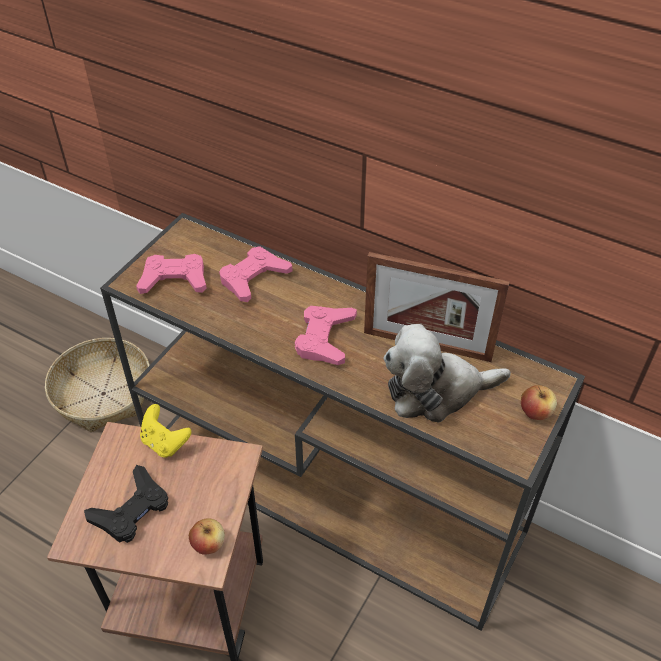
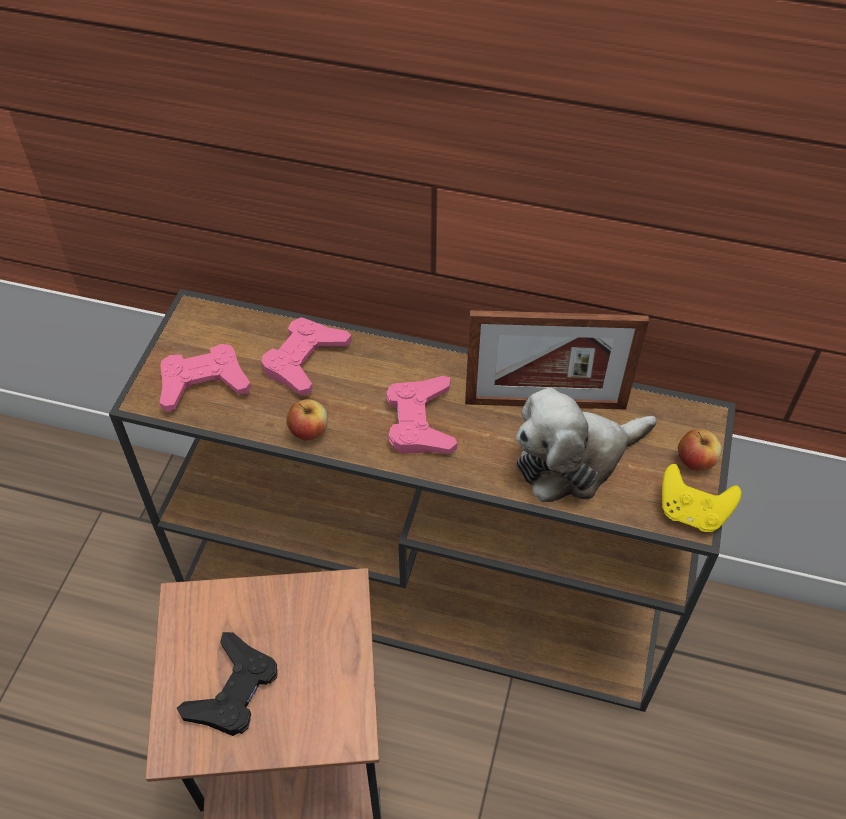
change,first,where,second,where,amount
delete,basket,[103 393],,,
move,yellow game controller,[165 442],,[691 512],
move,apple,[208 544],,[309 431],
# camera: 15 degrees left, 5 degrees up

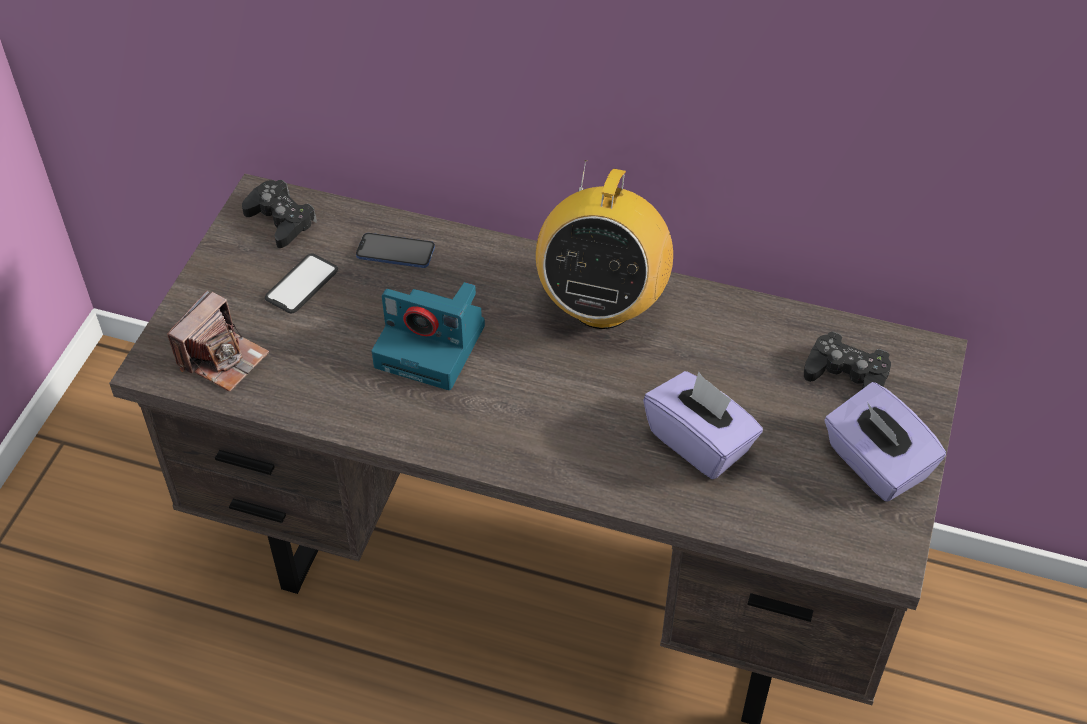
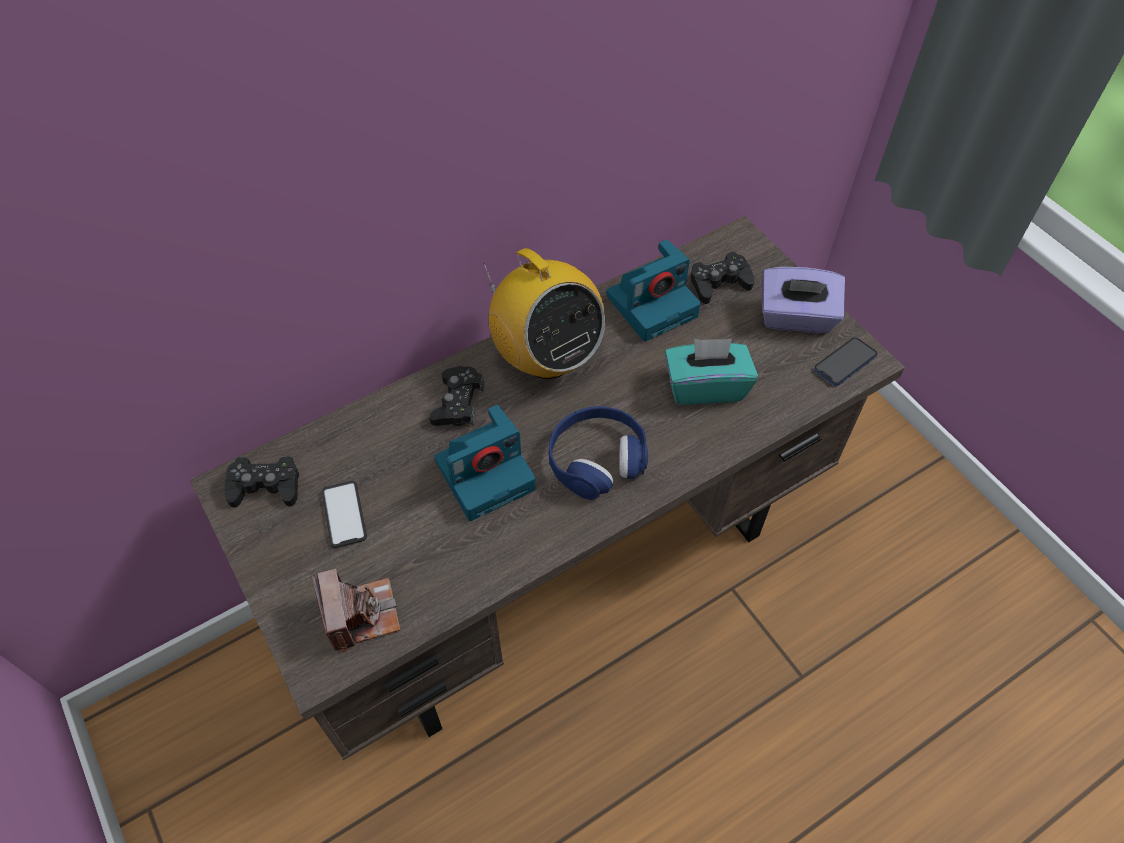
change,first,where,second,where,amount
move,phone,[395 252],,[845 362],
recolor,purple tissue box,[700 442],turquoise tissue box,[705 386],
insert,,,black game controller,[458 403],
insert,,,blue headphones,[596 458],
insert,,,photo camera,[653 304],
# camera: 50 degrees left, 5 degrees up

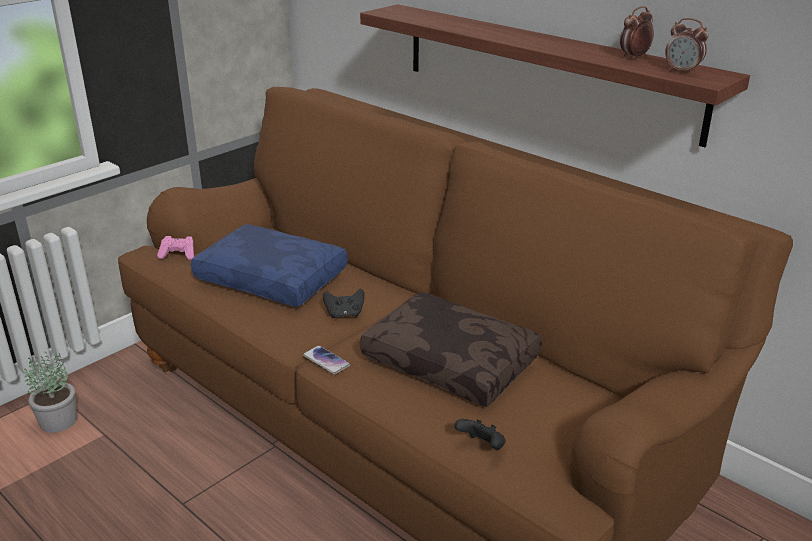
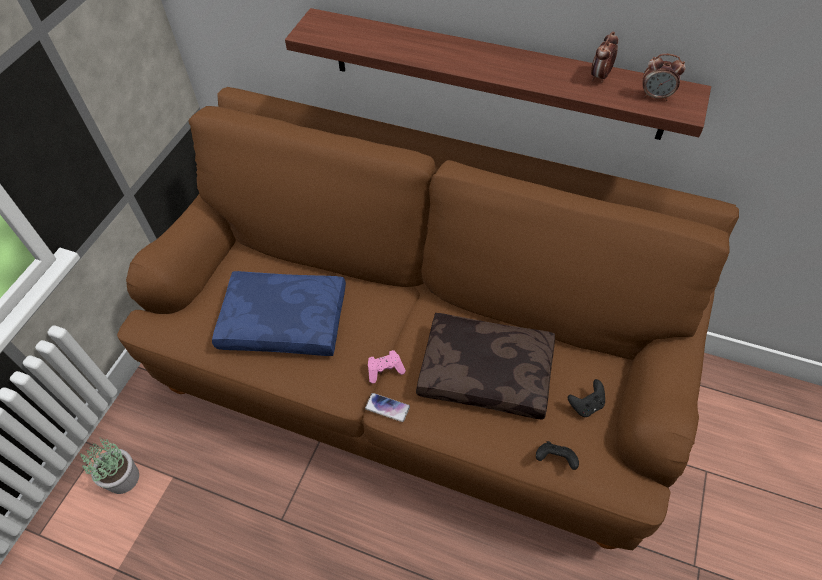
change,first,where,second,where,amount
move,pink game controller,[178 255],,[385 370],
move,black game controller,[344 314],,[586 405],
# camera: 20 degrees left, 25 degrees up

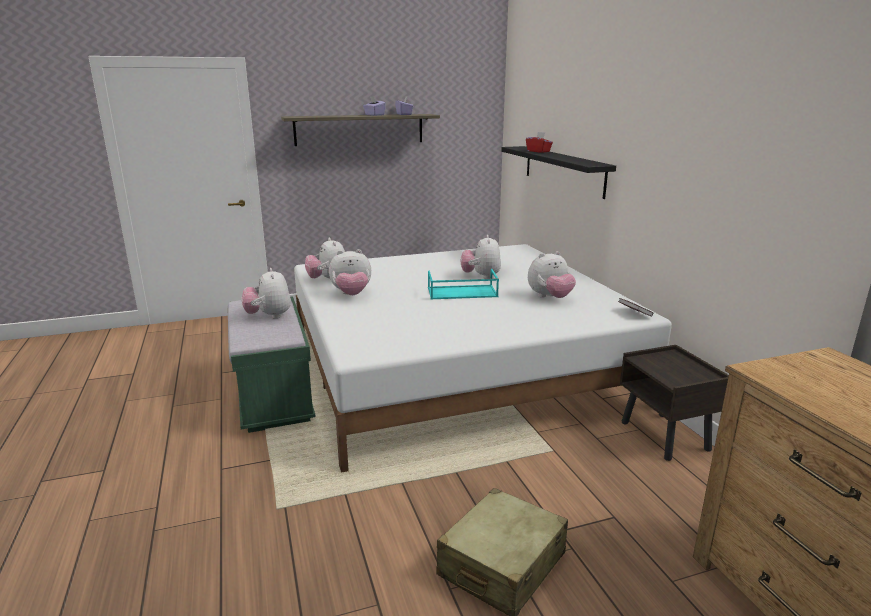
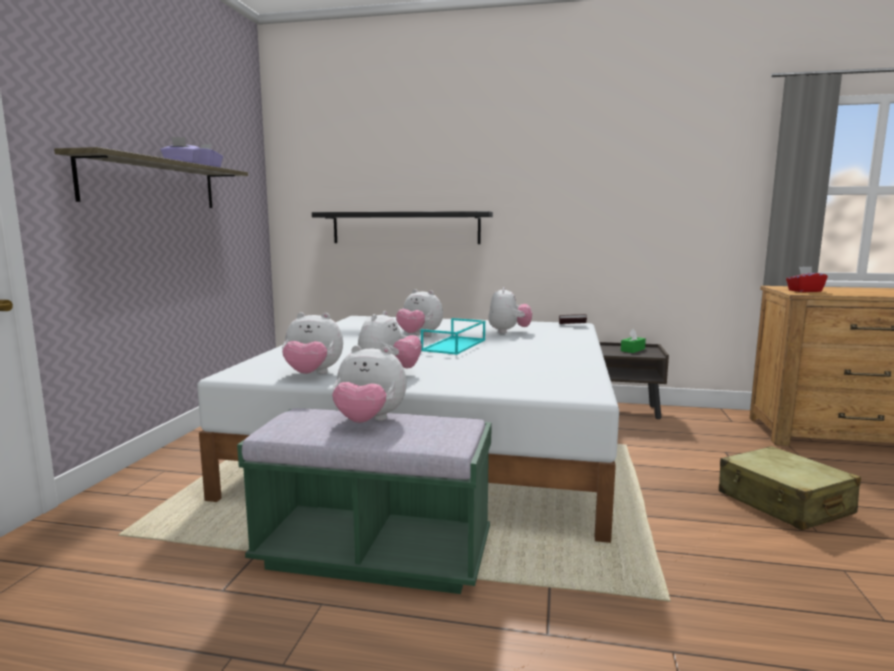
change,first,where,second,where,amount
move,red tissue box,[538 151],,[804 291],
insert,,,green tissue box,[632 350],
# camera: 60 degrees left, 10 degrees down

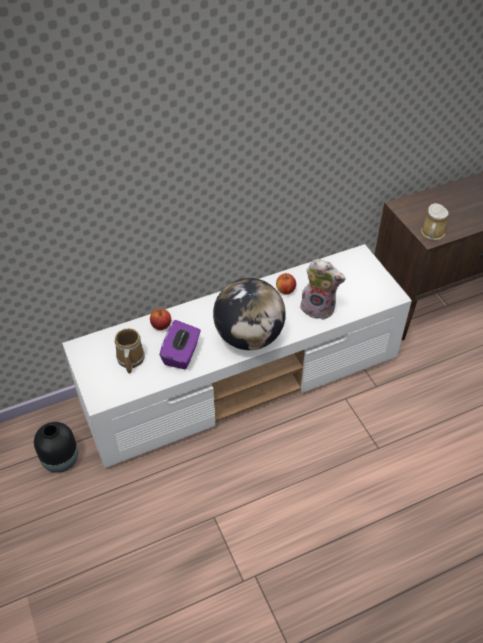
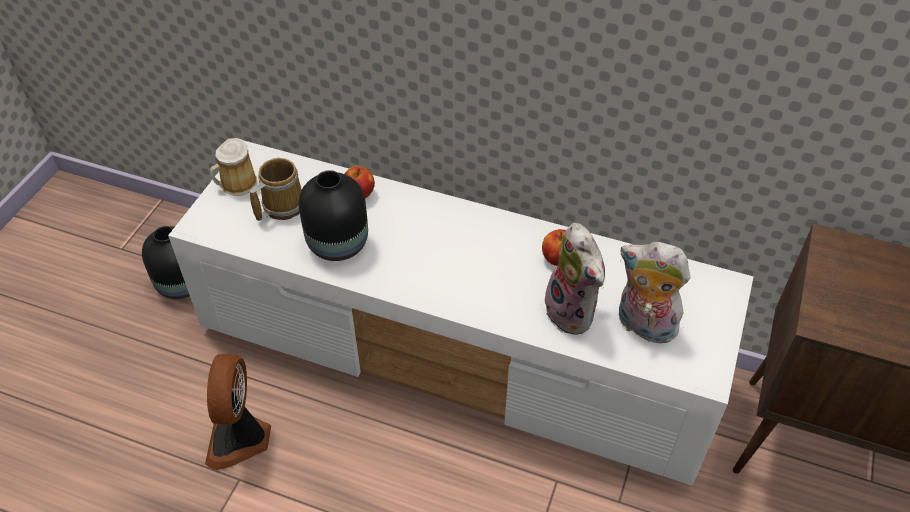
change,first,where,second,where,amount
replace,purple tissue box,[181 354],black vase,[338 242],
delete,globe,[249 337],,,
move,mug,[432 234],,[236 184],
insert,,,fan,[240 438],
insert,,,plush toy,[643 326],
# camera: 45 degrees right, 0 degrees up

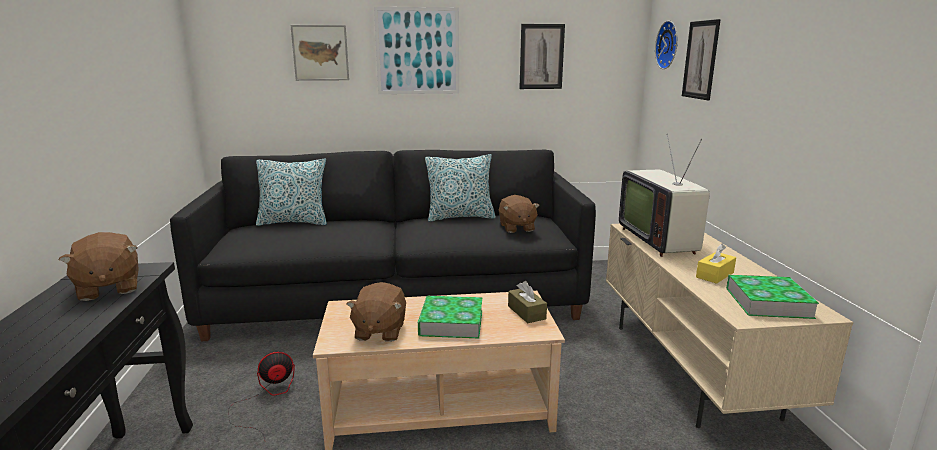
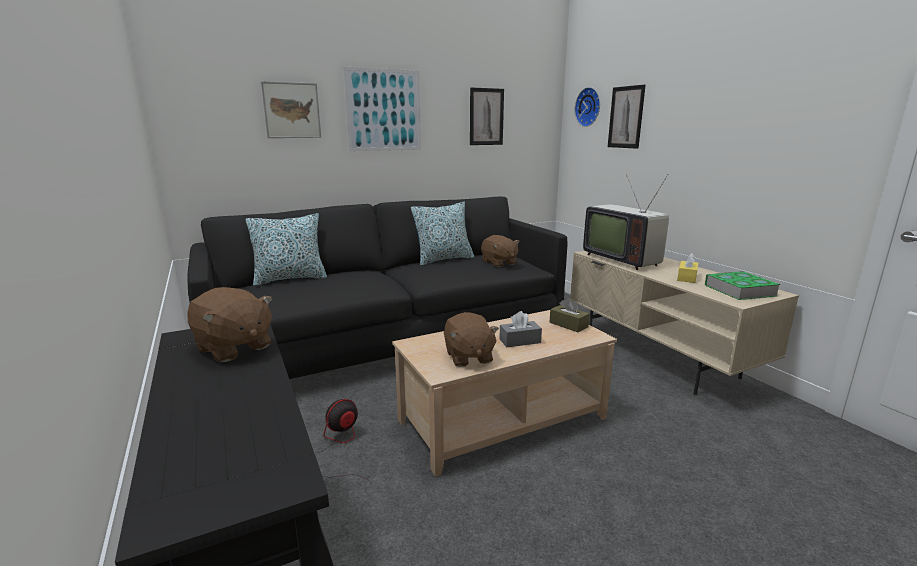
change,first,where,second,where,amount
replace,book,[451 322],grey tissue box,[520 341],
# camera: 20 degrees left, 0 degrees up

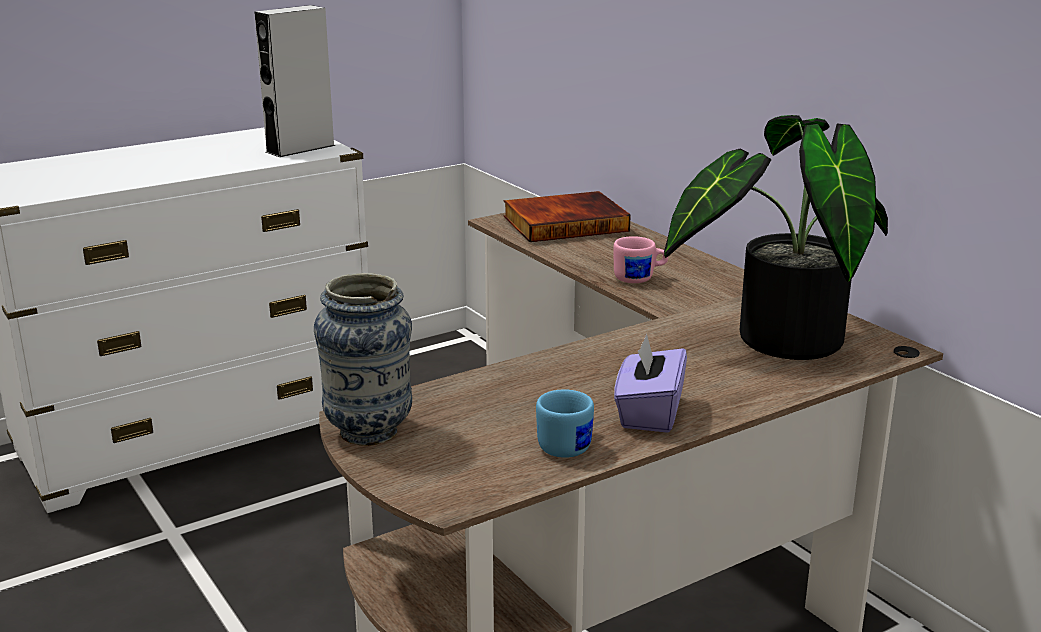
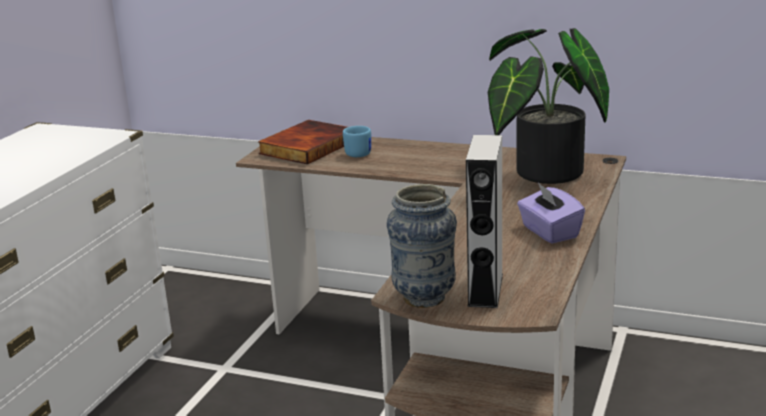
change,first,where,second,where,amount
move,grey speaker,[300 148],,[485 289],
move,blue mug,[569 445],,[358 153],
delete,pink mug,[640 279],,,
# camera: 35 degrees left, 0 degrees up

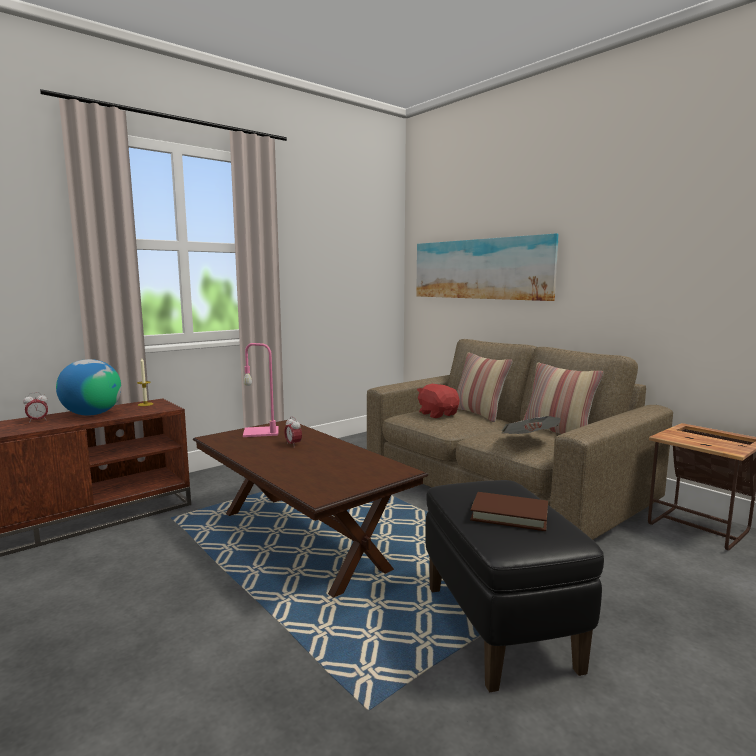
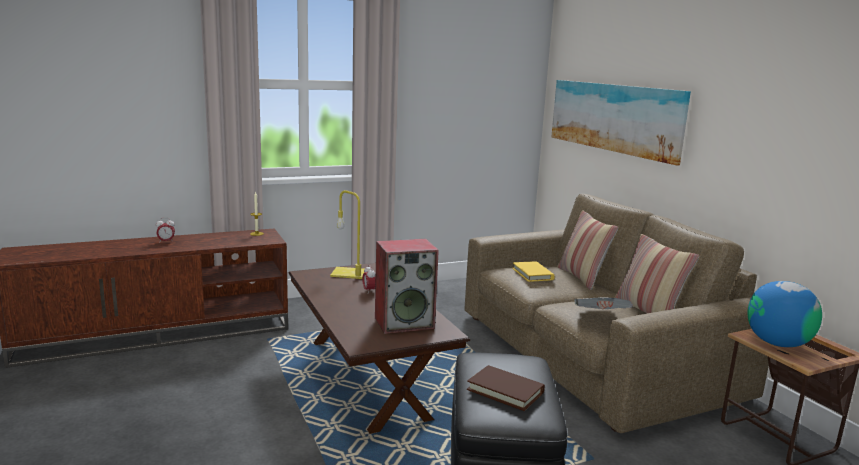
change,first,where,second,where,amount
move,globe,[92 414],,[777 343],
recolor,pink table lamp,[262 432],yellow table lamp,[350 273],
replace,red plush toy,[438 414],yellow book,[532 274],
insert,,,speaker,[404 323],
# camera: 15 degrees right, 5 degrees up

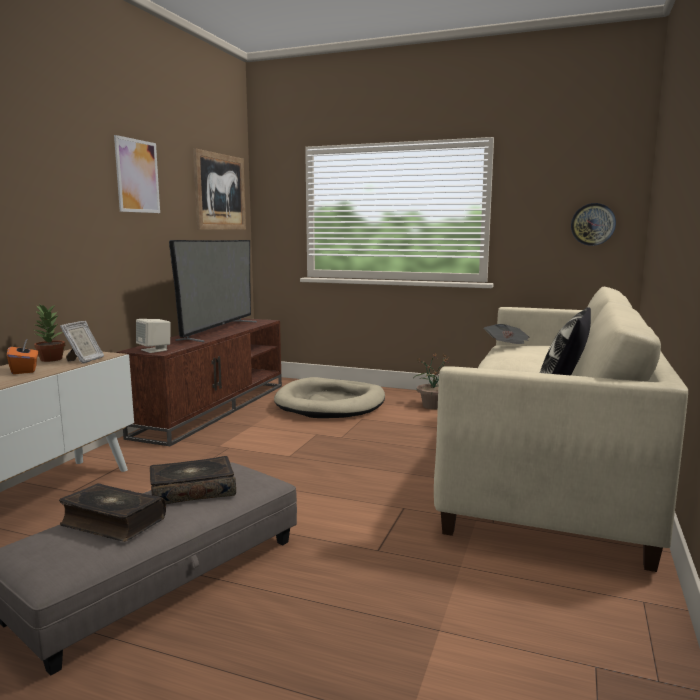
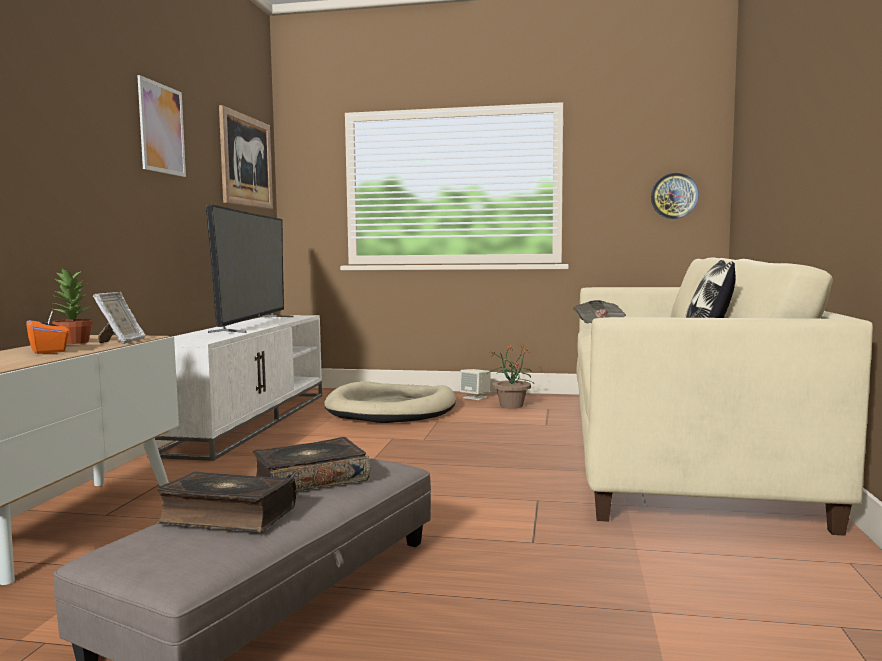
change,first,where,second,where,amount
recolor,brown tv stand,[213 408],white tv stand,[249 421],
move,beige speaker,[154 350],,[475 397],
# camera: 10 degrees left, 5 degrees down

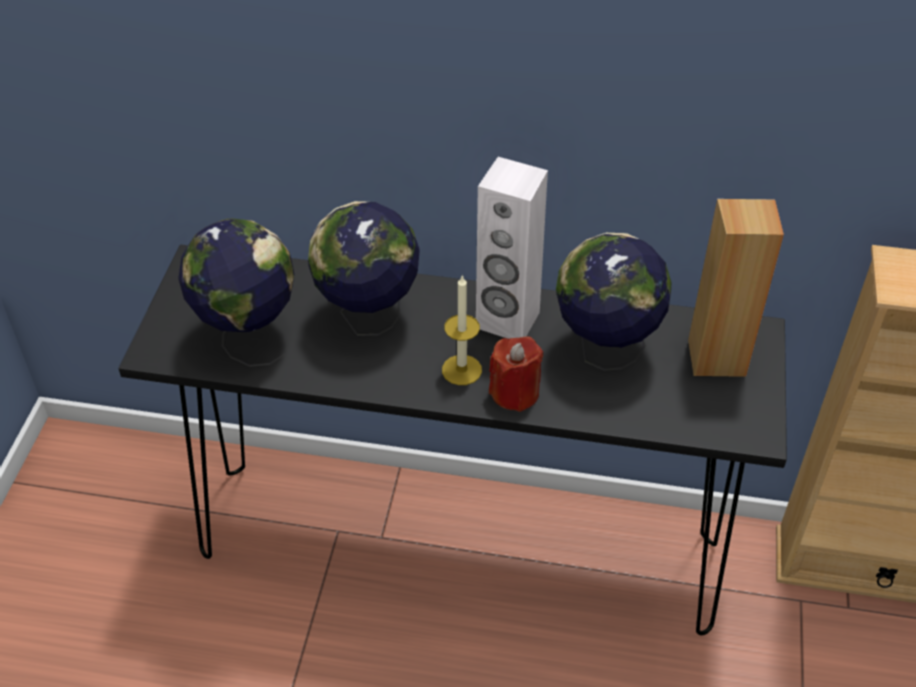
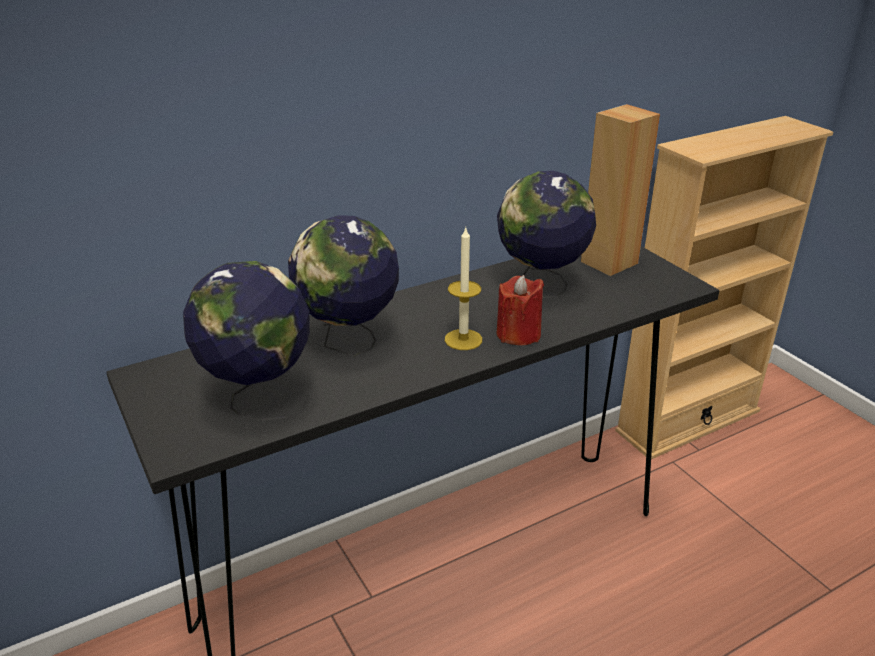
change,first,where,second,where,amount
delete,white speaker,[507 321],,,
# camera: 40 degrees left, 15 degrees down

